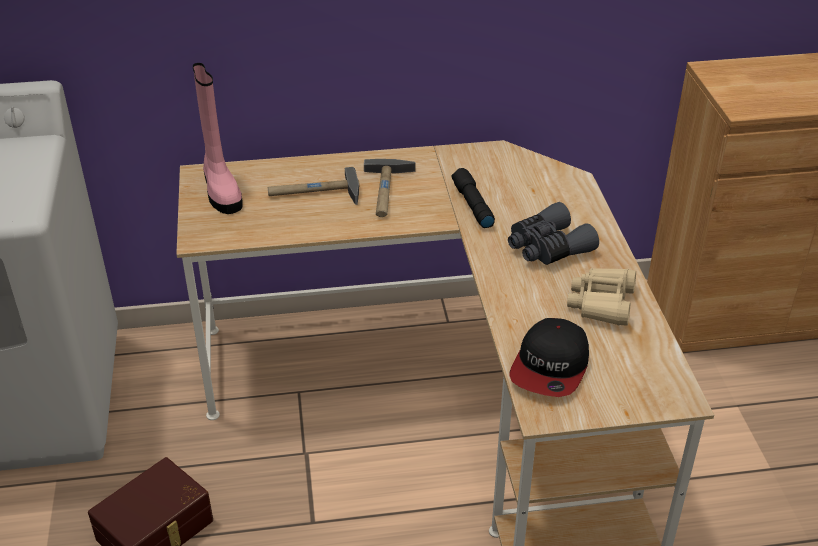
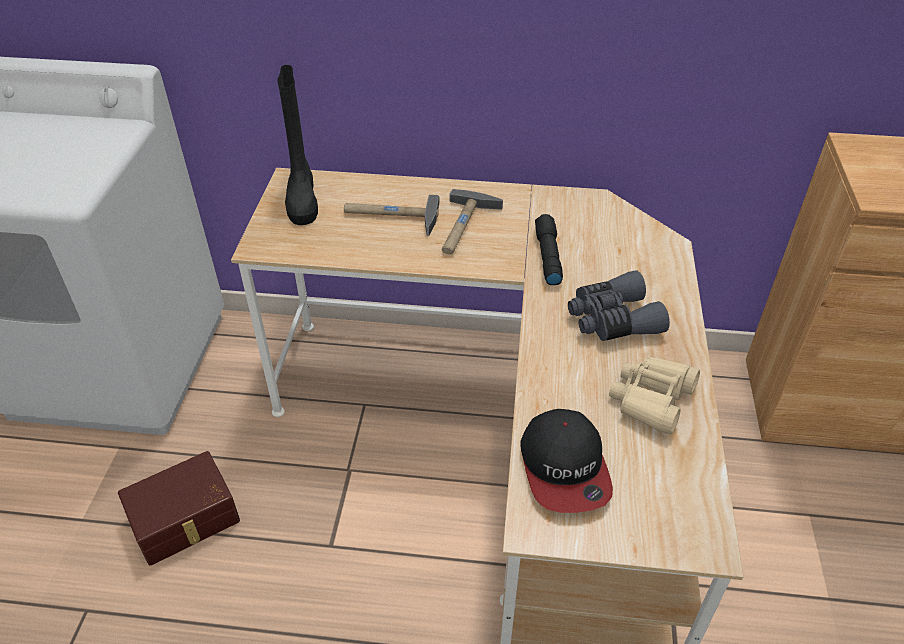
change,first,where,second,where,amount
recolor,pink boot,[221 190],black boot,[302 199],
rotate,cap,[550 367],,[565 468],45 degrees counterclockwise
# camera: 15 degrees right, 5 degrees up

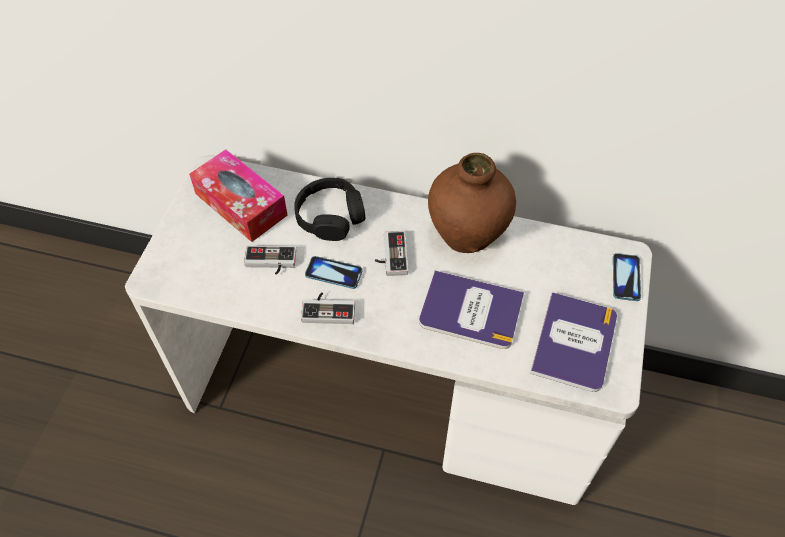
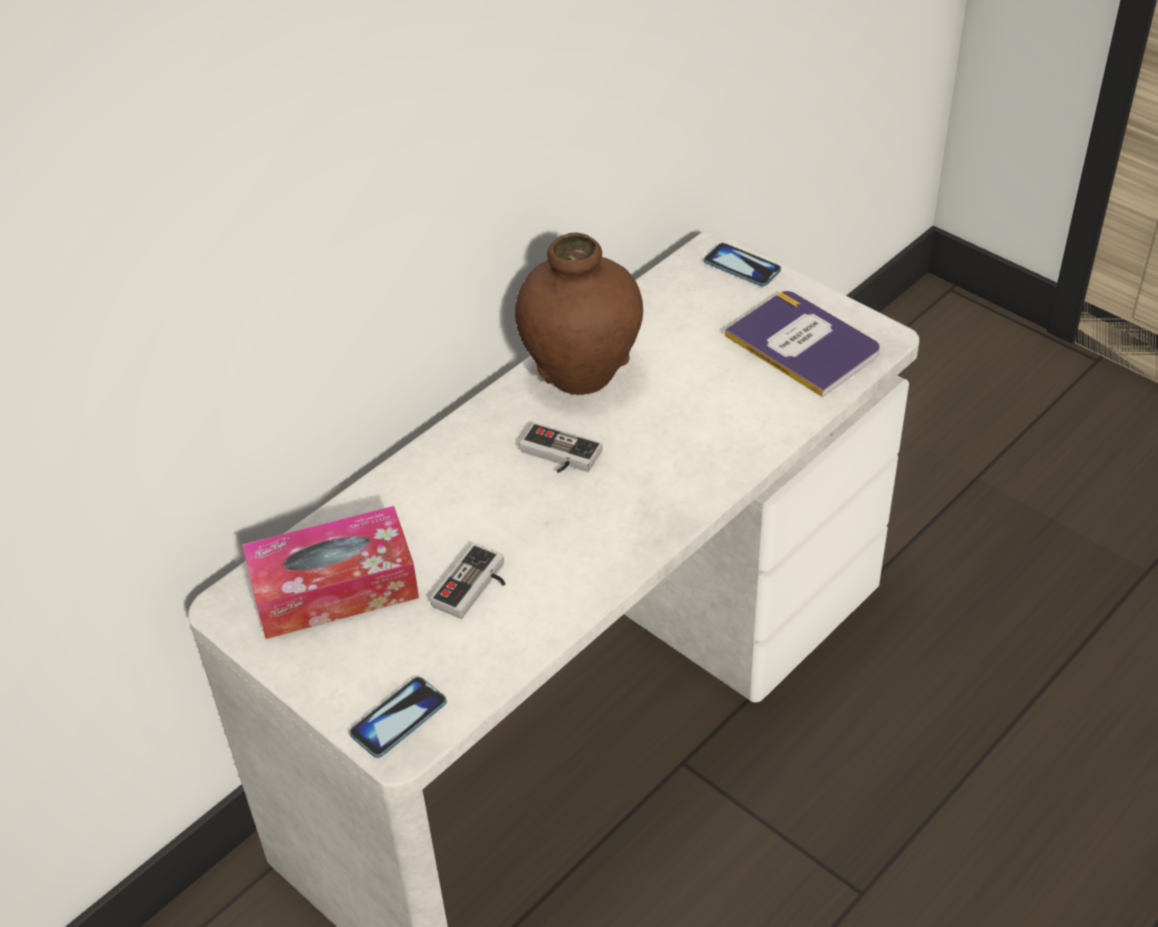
change,first,where,second,where,amount
delete,black headphones,[330 216],,,
delete,game controller,[329 309],,,
move,phone,[333 273],,[398 718],
delete,book,[470 311],,,
# camera: 60 degrees left, 10 degrees down

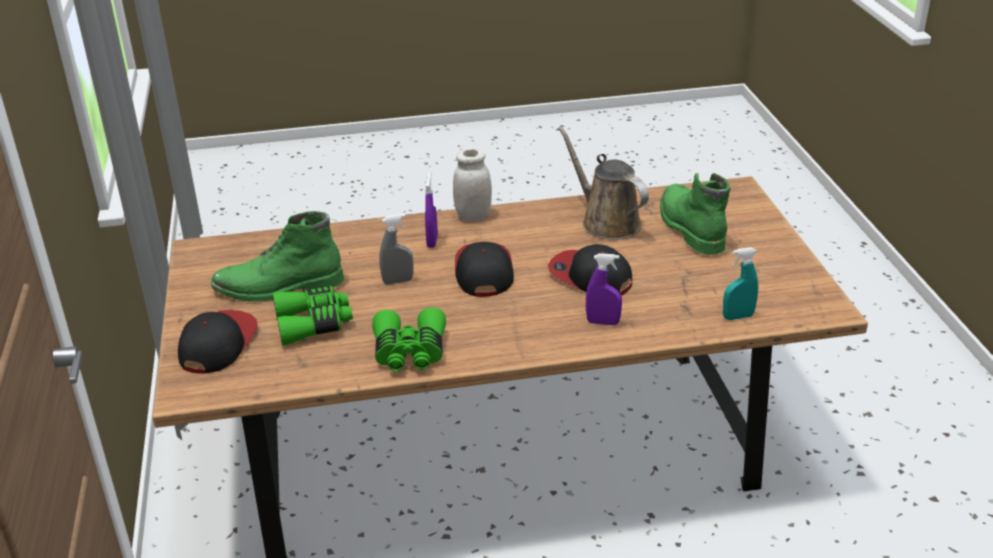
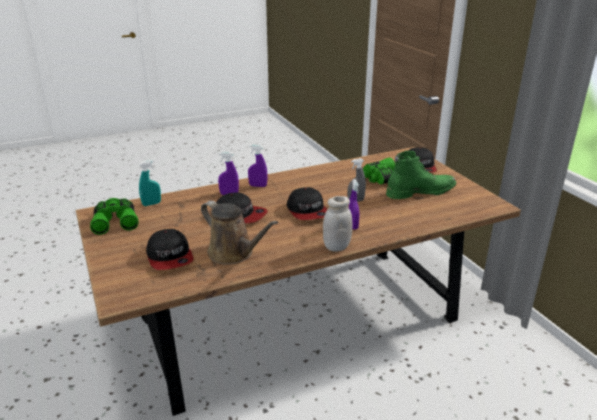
change,first,where,second,where,amount
move,green binoculars,[409 352],,[115 222],
replace,green boot,[689 226],cap,[170 257],
insert,,,purple spray bottle,[258 186],
# camera: 165 degrees right, 5 degrees down

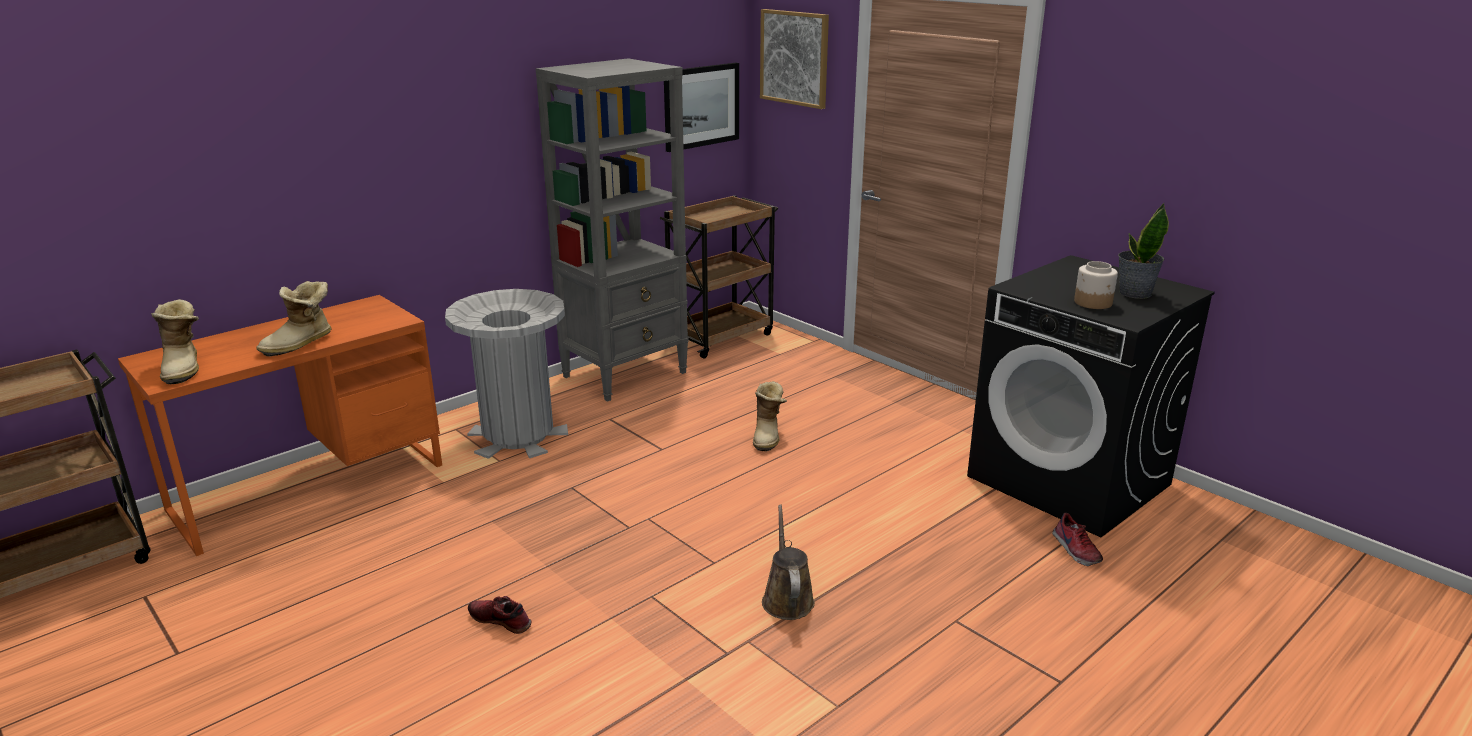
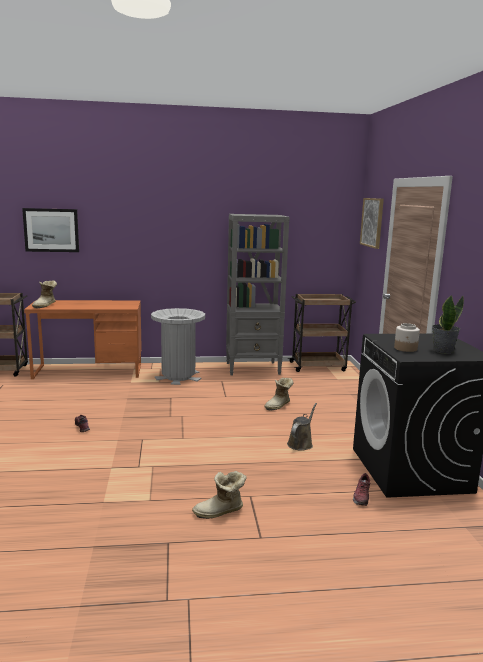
change,first,where,second,where,amount
move,boot,[300 344],,[220 512],
move,picture,[701 106],,[51 230],
move,brown watering can,[787 599],,[301 443],
# camera: 35 degrees right, 10 degrees down

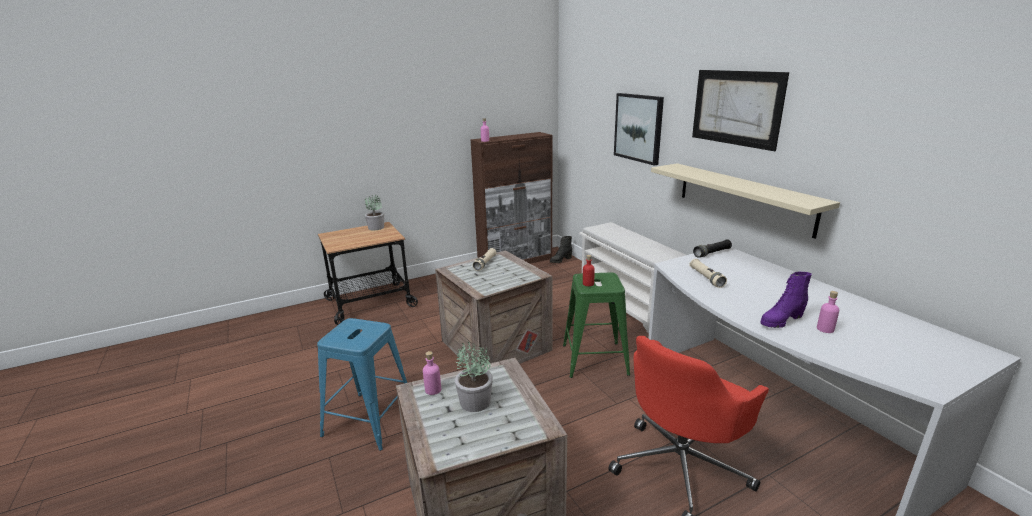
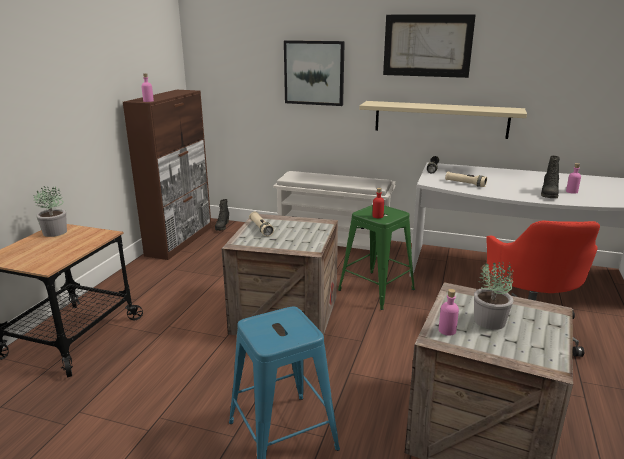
change,first,where,second,where,amount
recolor,purple boot,[781 321],black boot,[548 194],
# camera: 45 degrees left, 0 degrees up

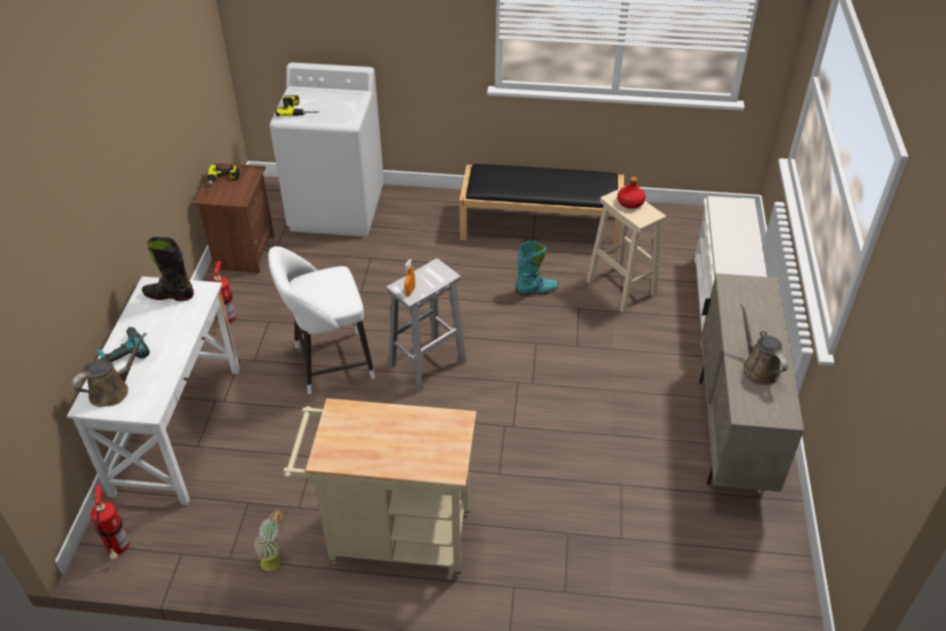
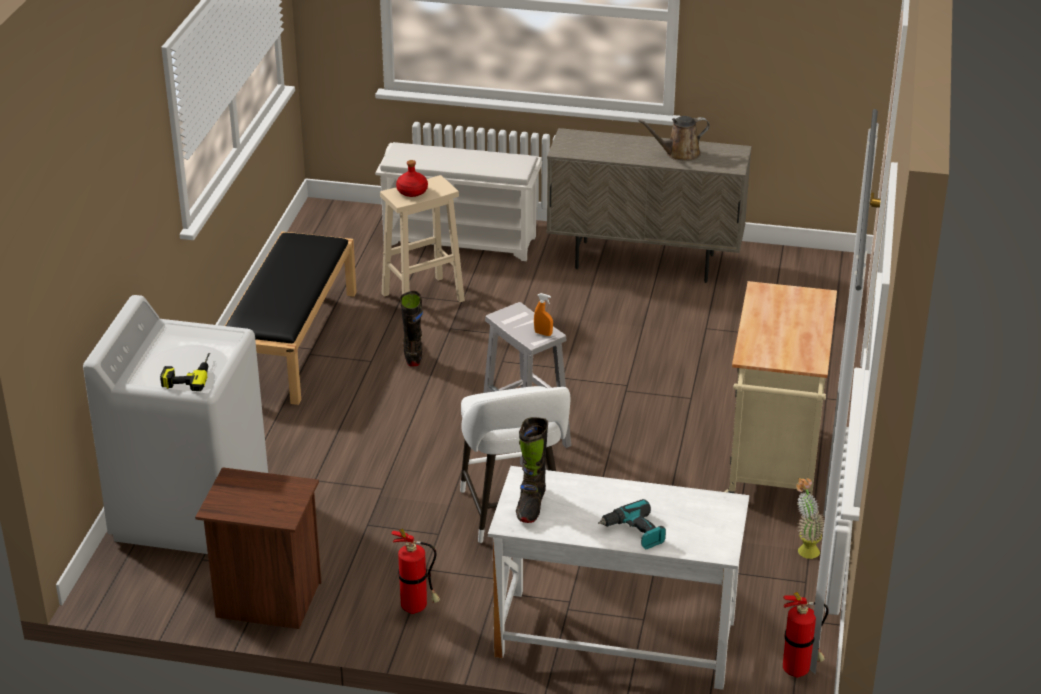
change,first,where,second,where,amount
delete,brown watering can,[113 390],,,
delete,power drill,[222 181],,,
recolor,turquoise boot,[536 290],black boot,[413 354],
# camera: 85 degrees left, 10 degrees down

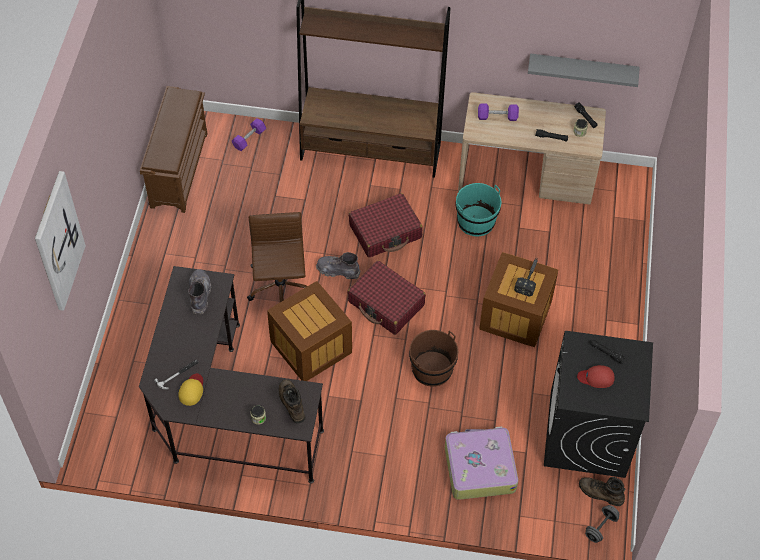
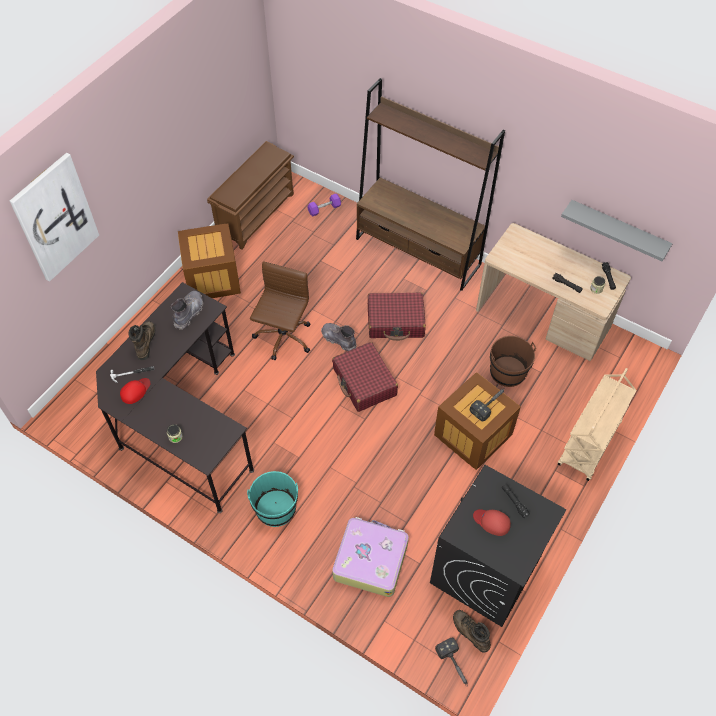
change,first,where,second,where,amount
recolor,yellow cap,[192 390],red cap,[135 391],
move,crate,[311 347],,[213 278],
move,brown boot,[291 403],,[145 342],
move,brown bucket,[432 369],,[507 372],
move,turquoise bucket,[476 221],,[276 508],
delete,purple dumbbell,[497 117],,,
replace,grey dumbbell,[601 527],hammer,[454 665],
insert,,,beige cart,[589 444],
# camera: 25 degrees right, 0 degrees up

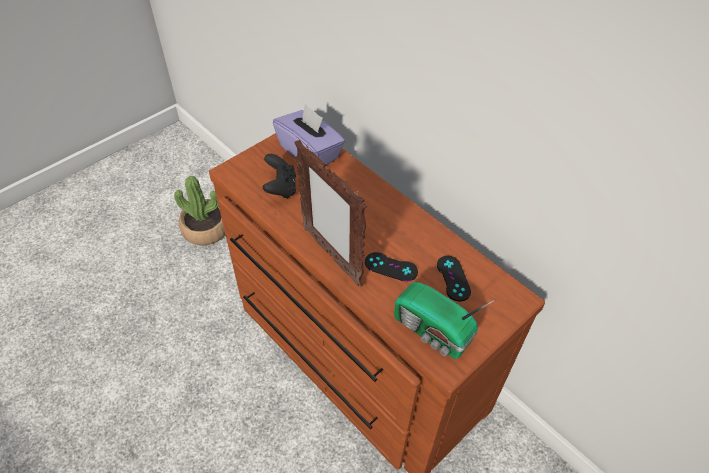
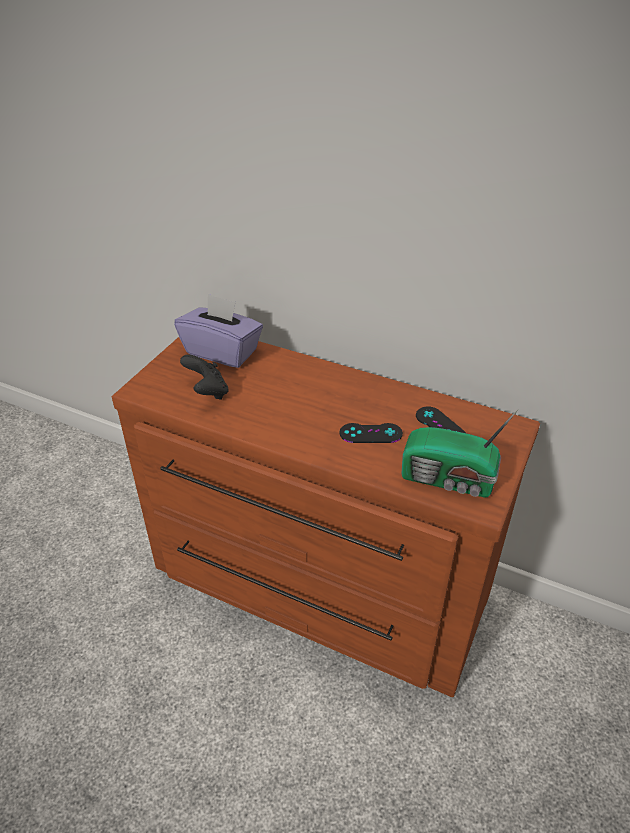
change,first,where,second,where,amount
delete,potted plant,[206 229],,,
delete,picture frame,[331 255],,,
# camera: 20 degrees left, 10 degrees down

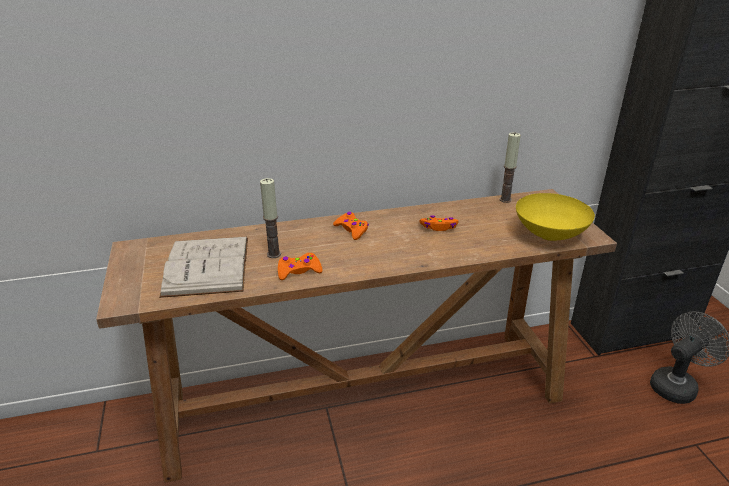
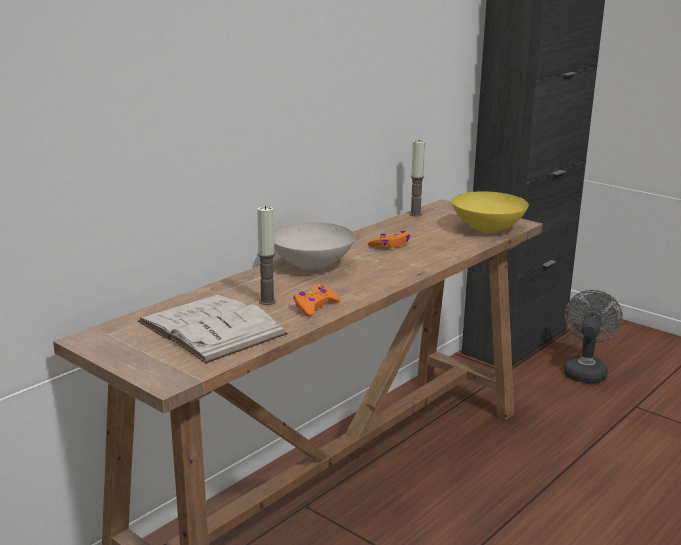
change,first,where,second,where,amount
replace,orange game controller,[351 230],white bowl,[313 266],
# camera: 35 degrees left, 10 degrees down

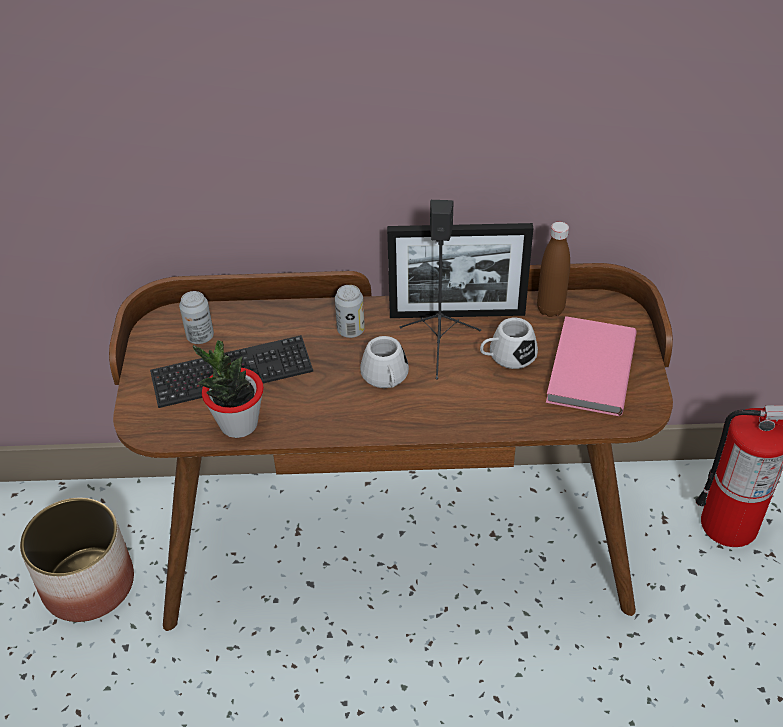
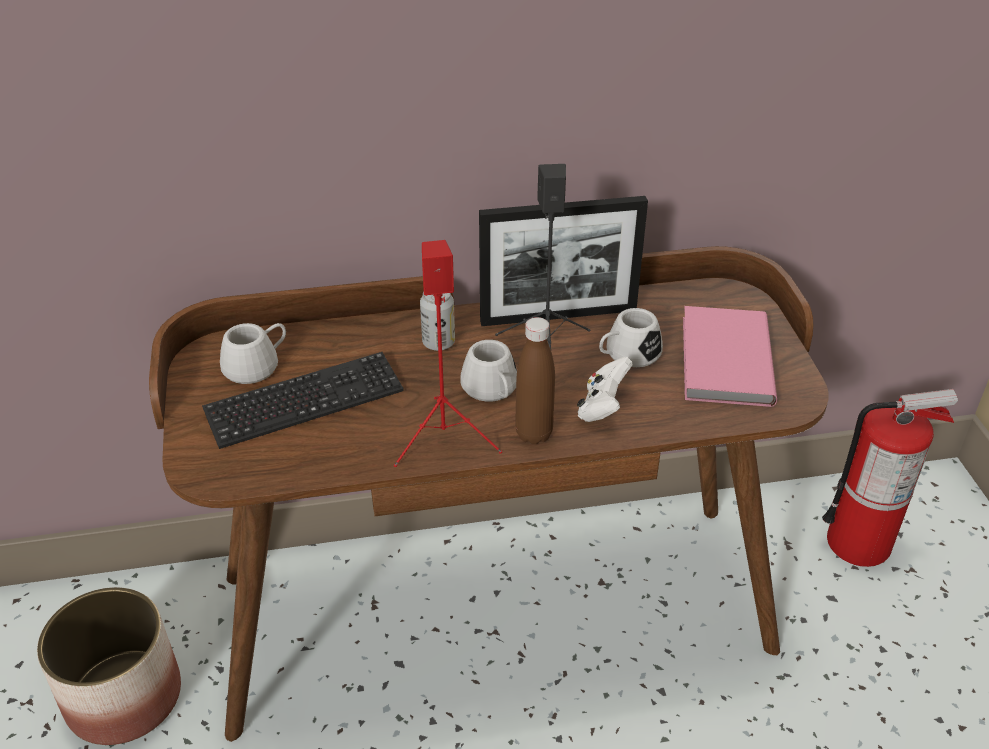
change,first,where,second,where,amount
replace,can,[200 336],white mug,[257 365],
delete,potted plant,[238 424],,,
move,brown bottle,[550 309],,[534 433],
insert,,,red speaker,[445 437],
insert,,,white game controller,[602 407],
# camera: 10 degrees left, 5 degrees down

